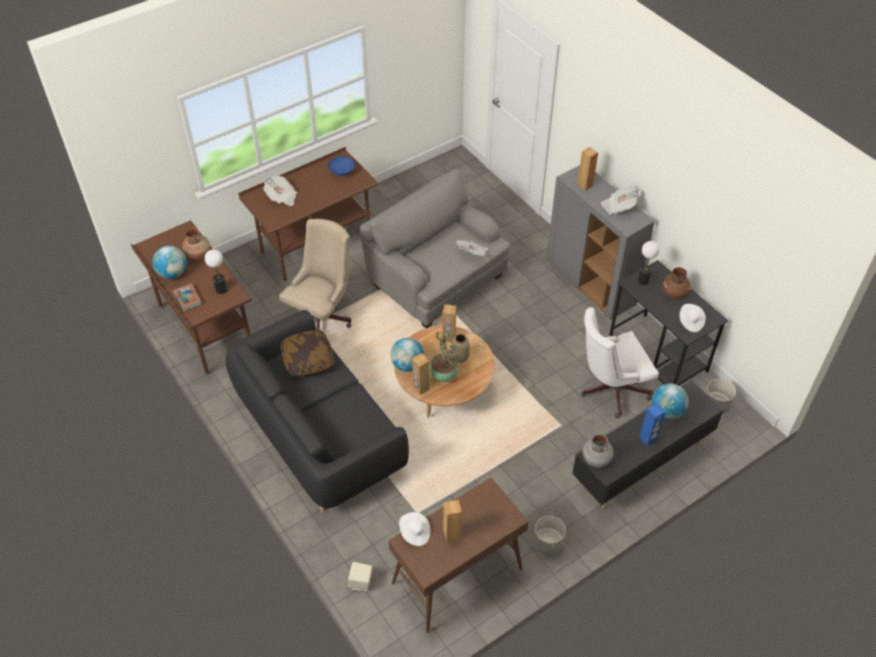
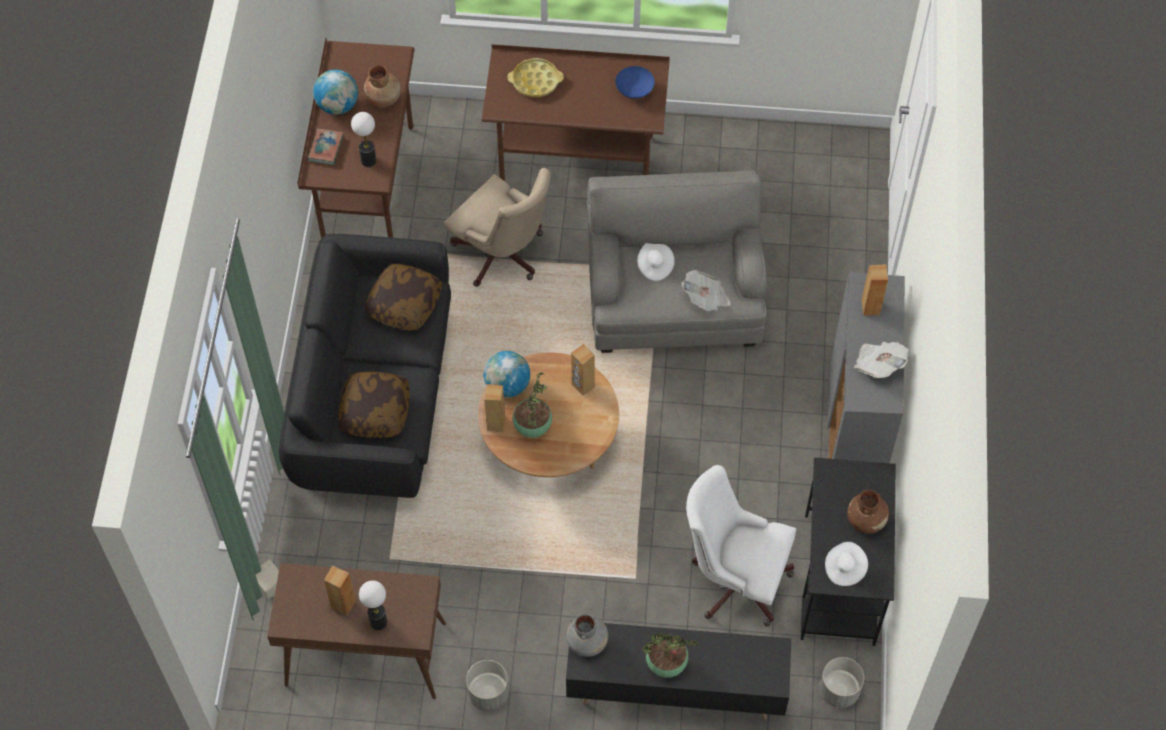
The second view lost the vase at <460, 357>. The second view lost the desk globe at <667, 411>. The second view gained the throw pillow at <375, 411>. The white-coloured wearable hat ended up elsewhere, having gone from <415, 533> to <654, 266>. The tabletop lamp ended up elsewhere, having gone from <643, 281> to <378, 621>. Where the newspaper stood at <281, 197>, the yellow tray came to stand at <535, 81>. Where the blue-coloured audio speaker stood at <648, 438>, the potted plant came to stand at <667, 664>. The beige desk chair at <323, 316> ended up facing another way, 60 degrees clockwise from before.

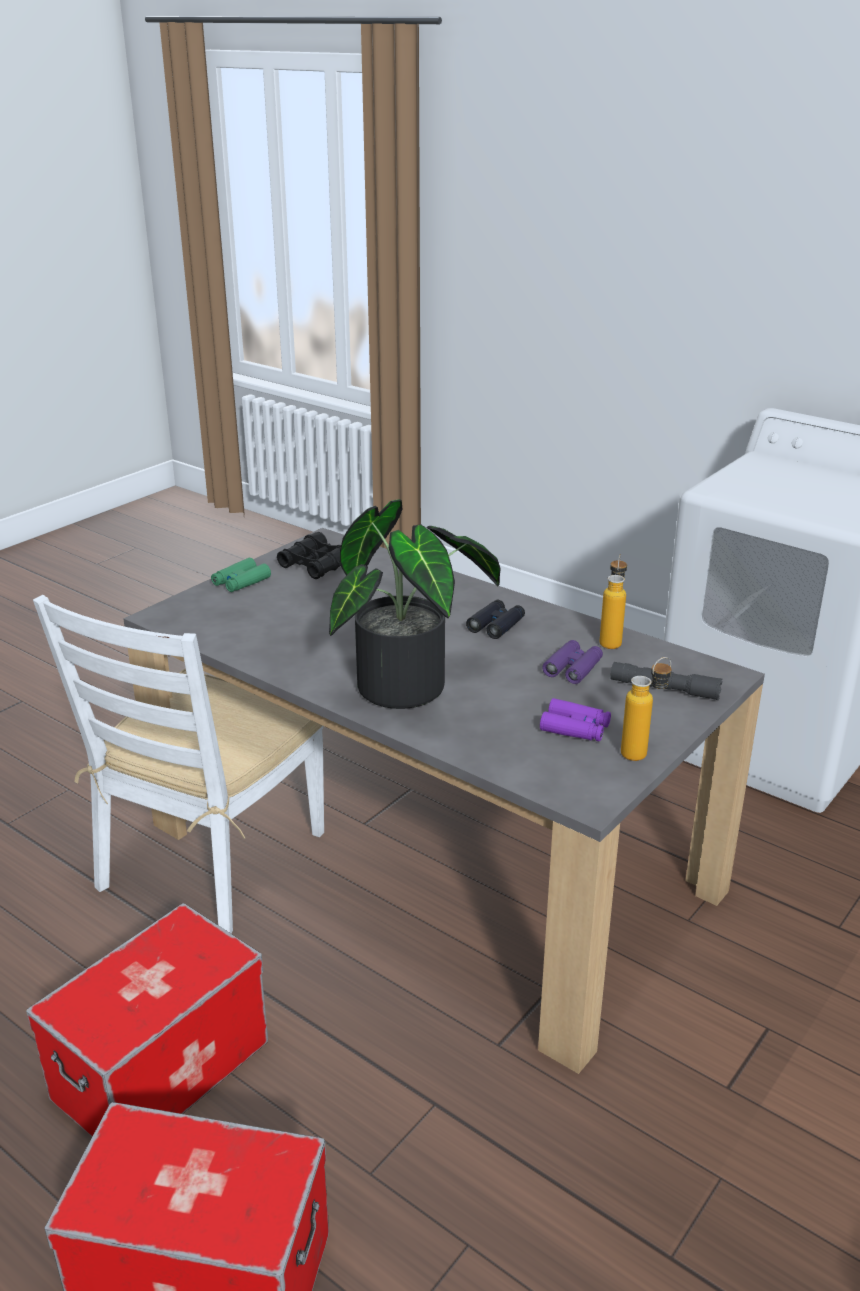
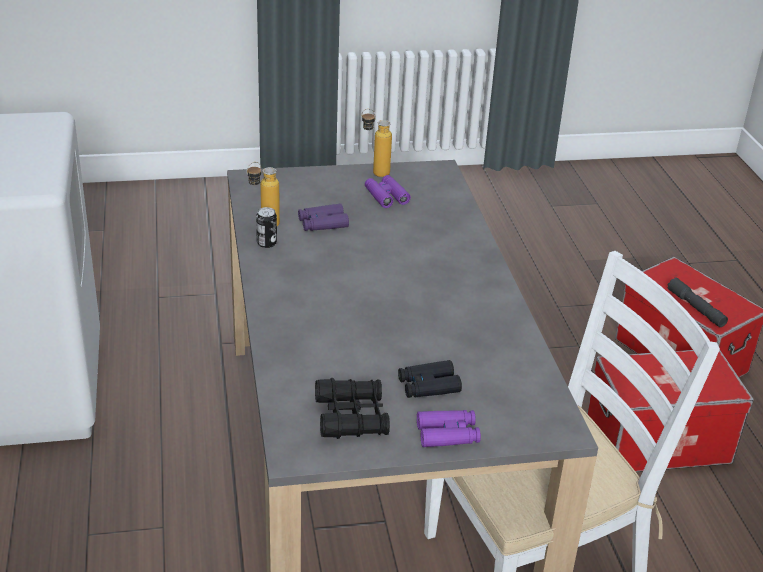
The second view lost the potted plant at <412, 688>. The second view gained the can at <266, 243>. The black-coloured binoculars ended up elsewhere, having gone from <496, 625> to <428, 386>. The gray hand torch ended up elsewhere, having gone from <664, 689> to <696, 308>. What was the greenish binoculars at <241, 582> turned into the purplish binoculars at <447, 434>.

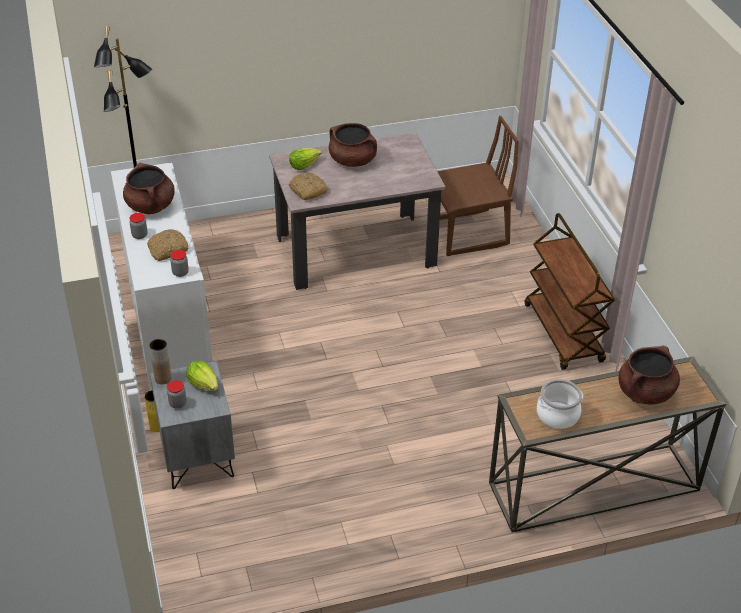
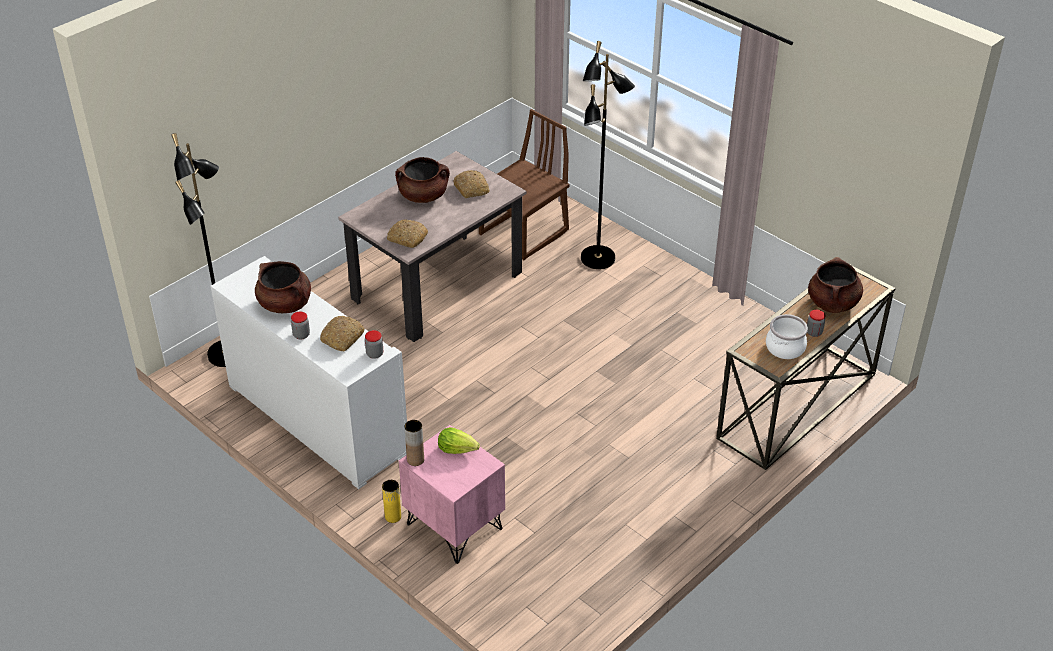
The second view lost the head of lettuce at <303, 165>. The second view lost the brown trolley at <564, 334>. The second view gained the bakery bread at <472, 189>. The second view gained the black-coloured standard lamp at <598, 259>. The jar ended up elsewhere, having gone from <178, 403> to <814, 332>. What was the gray night table at <196, 457> turned into the pinkish night table at <453, 527>.

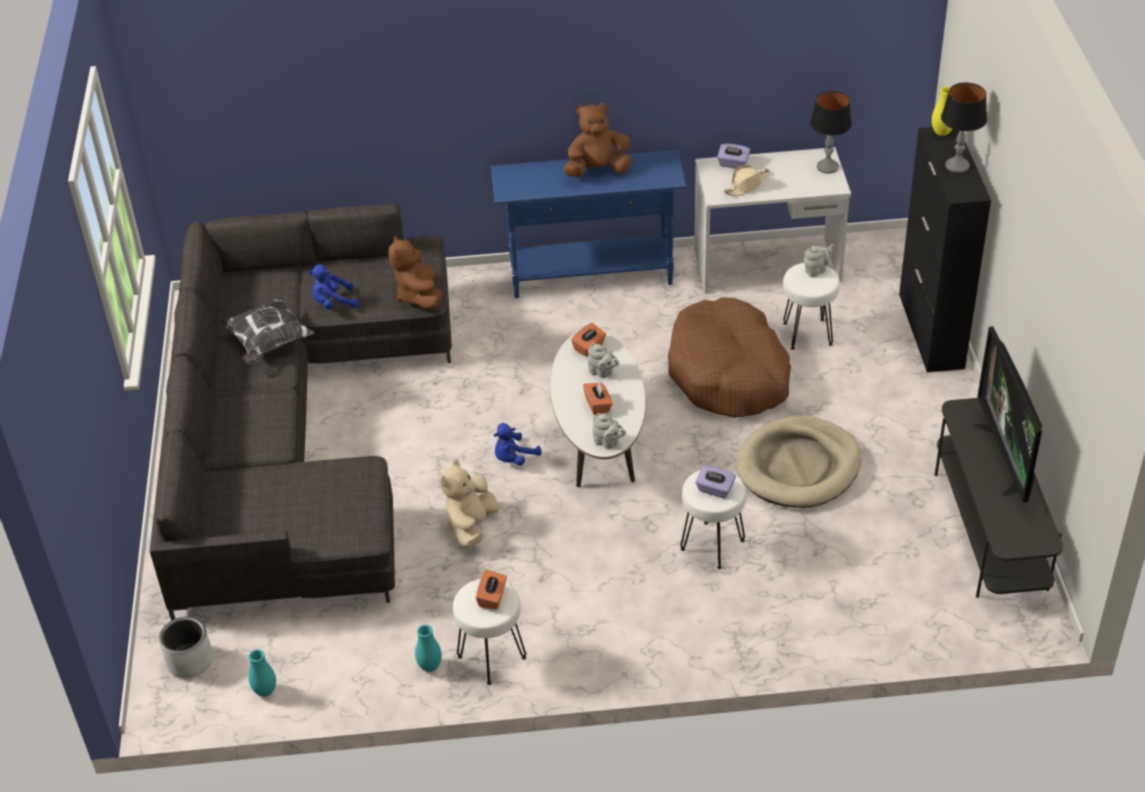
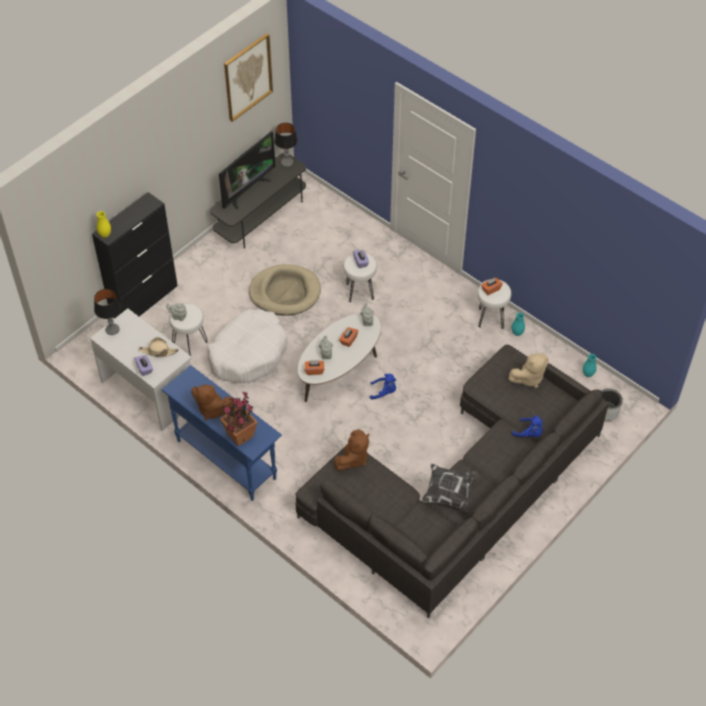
The second view gained the potted plant at <240, 435>. The second view gained the picture at <247, 77>. The blue-coloured plush toy ended up elsewhere, having gone from <333, 303> to <529, 433>. The beige plush toy ended up elsewhere, having gone from <471, 526> to <529, 378>. The tabletop lamp ended up elsewhere, having gone from <957, 166> to <287, 162>. What was the brown dog cushion at <729, 374> turned into the white-coloured dog cushion at <248, 353>.

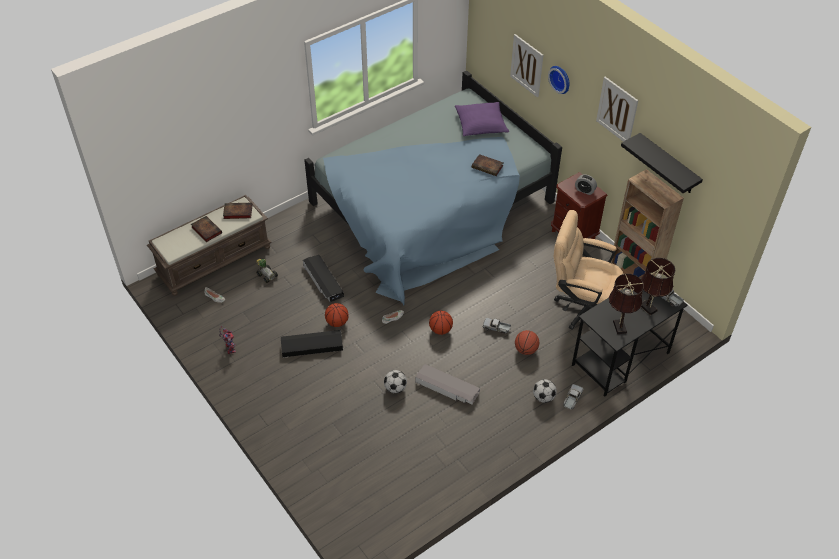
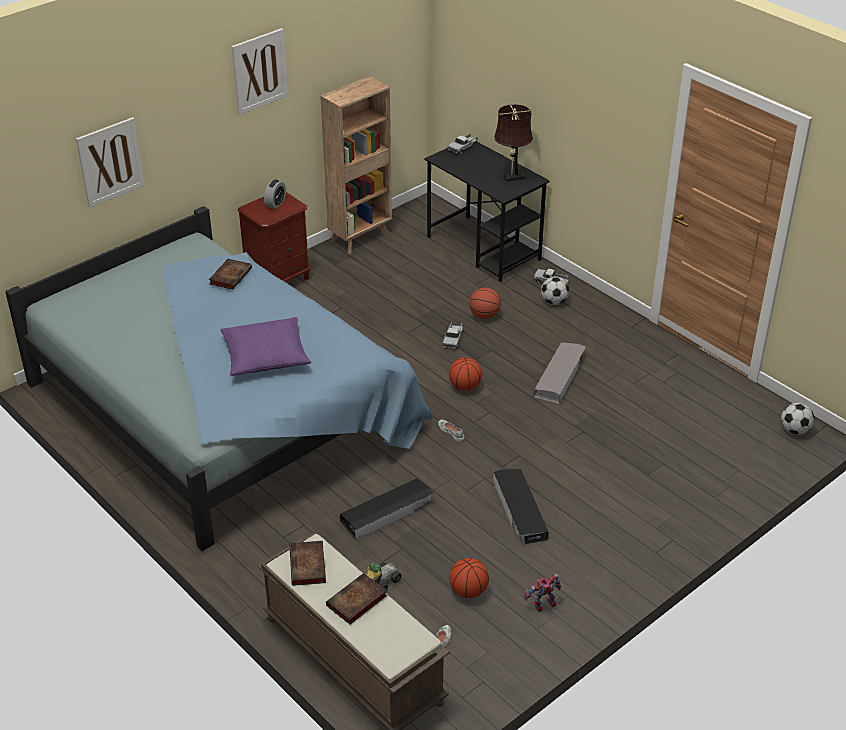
The second view lost the hanging clock at <561, 78>. The second view lost the beige desk chair at <581, 306>. The second view lost the black-coloured wall shelf at <668, 164>. The second view lost the brown tabletop lamp at <649, 309>. The basketball ball ended up elsewhere, having gone from <337, 322> to <468, 591>. The ball for football ended up elsewhere, having gone from <395, 388> to <794, 430>. The purplish throw pillow ended up elsewhere, having gone from <481, 124> to <265, 355>.

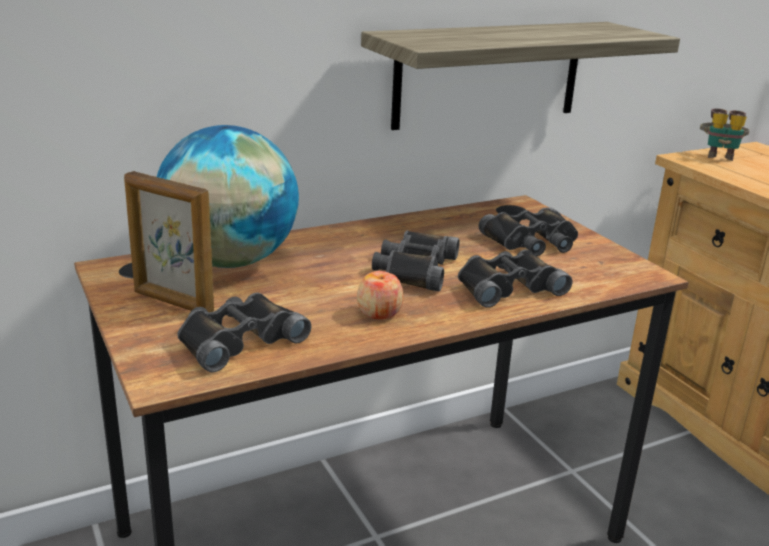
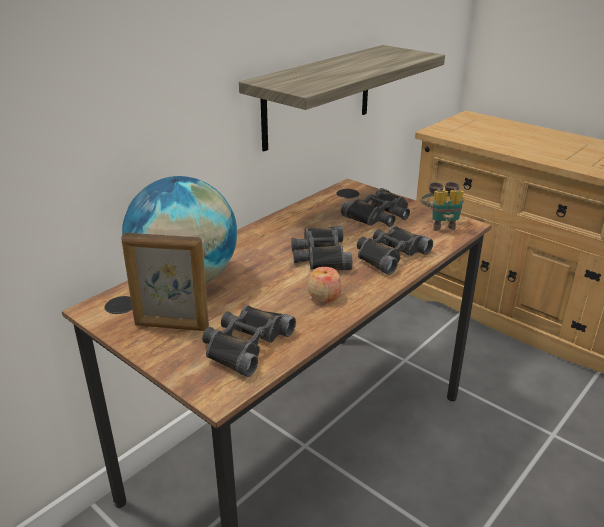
The binoculars ended up elsewhere, having gone from <719, 155> to <441, 224>.

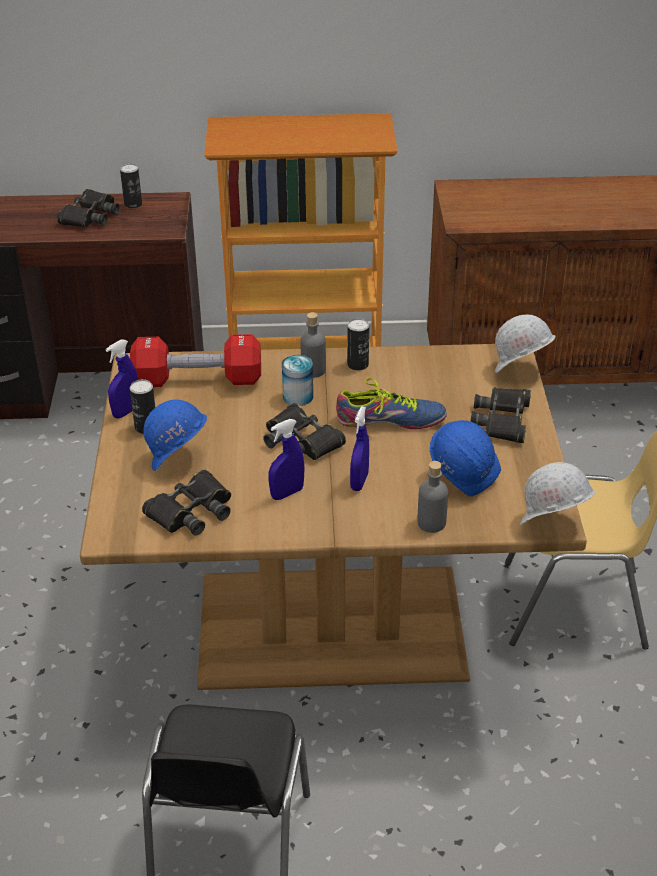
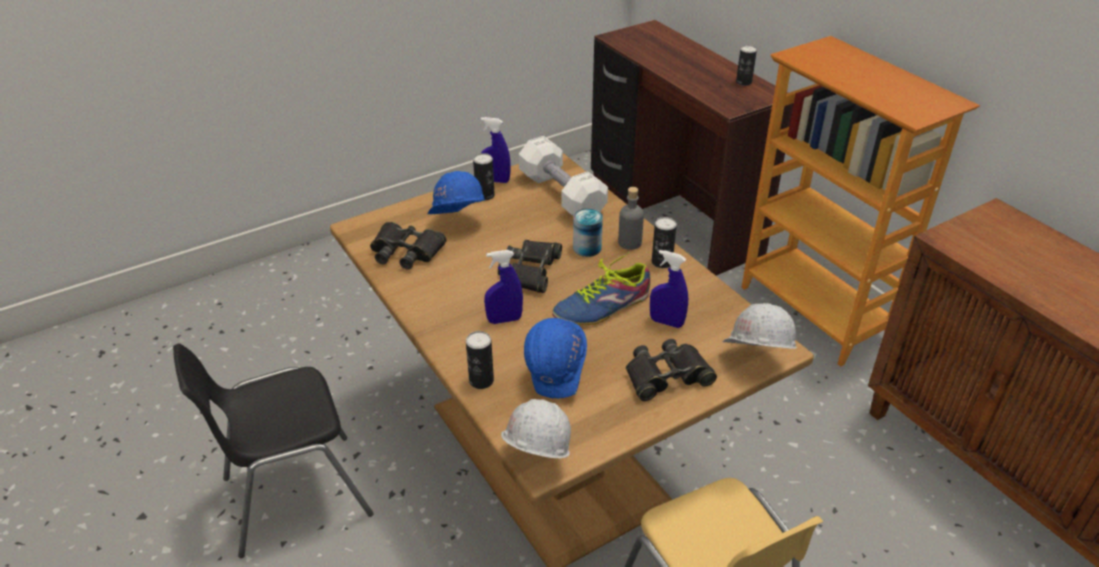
The second view lost the black-coloured binoculars at <90, 215>. The blue-coloured hand sprayer ended up elsewhere, having gone from <287, 493> to <666, 322>. Where the gray drink bottle stood at <431, 523>, the can came to stand at <481, 380>. What was the red free weight at <198, 380> turned into the white-coloured free weight at <562, 195>. The shoe at <390, 419> ended up facing another way, 90 degrees clockwise from before.

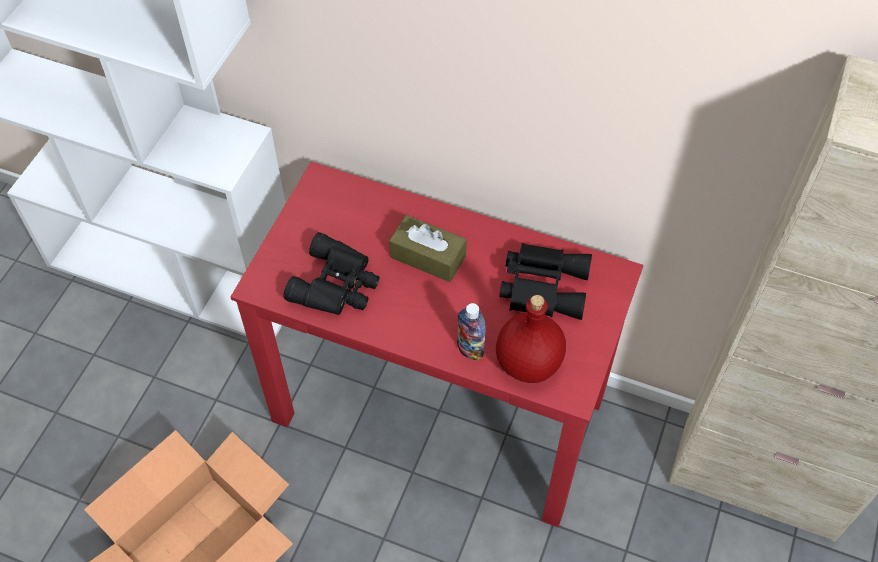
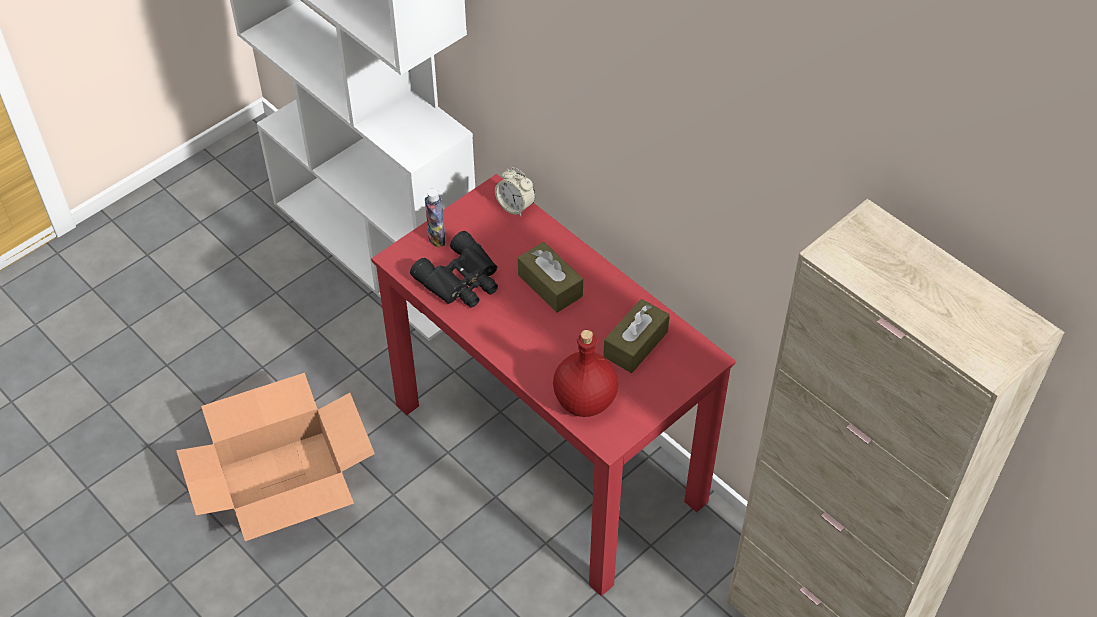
The second view gained the table clock at <515, 206>. The drink bottle ended up elsewhere, having gone from <470, 350> to <437, 238>. Where the black-coloured binoculars stood at <543, 285>, the brown tissue holder came to stand at <635, 344>.

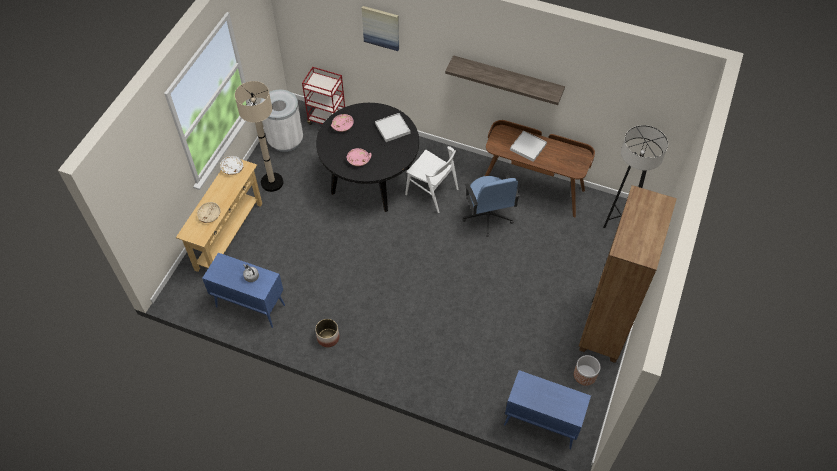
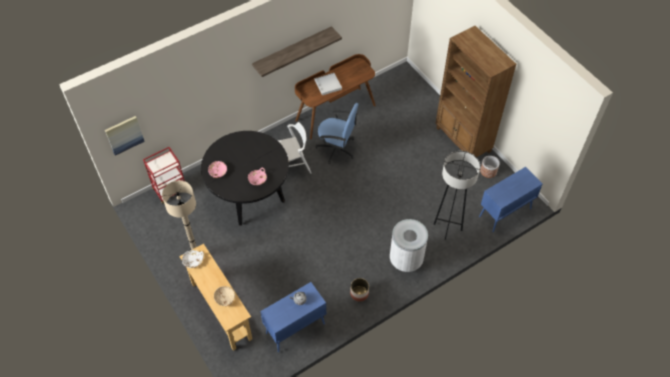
The second view lost the white-coloured tray at <392, 128>. The white-coloured trash can ended up elsewhere, having gone from <285, 140> to <406, 260>. The picture ended up elsewhere, having gone from <381, 27> to <124, 135>. The gray standard lamp ended up elsewhere, having gone from <618, 223> to <447, 227>.

